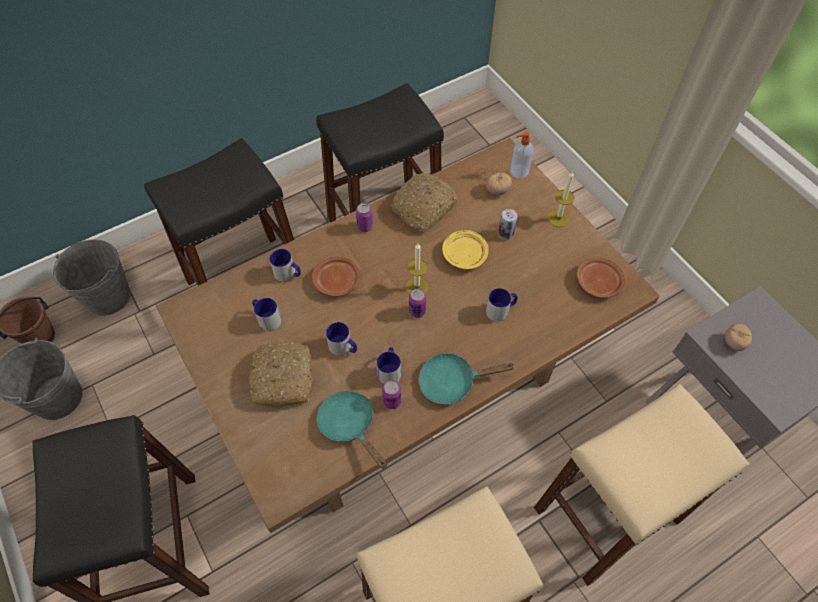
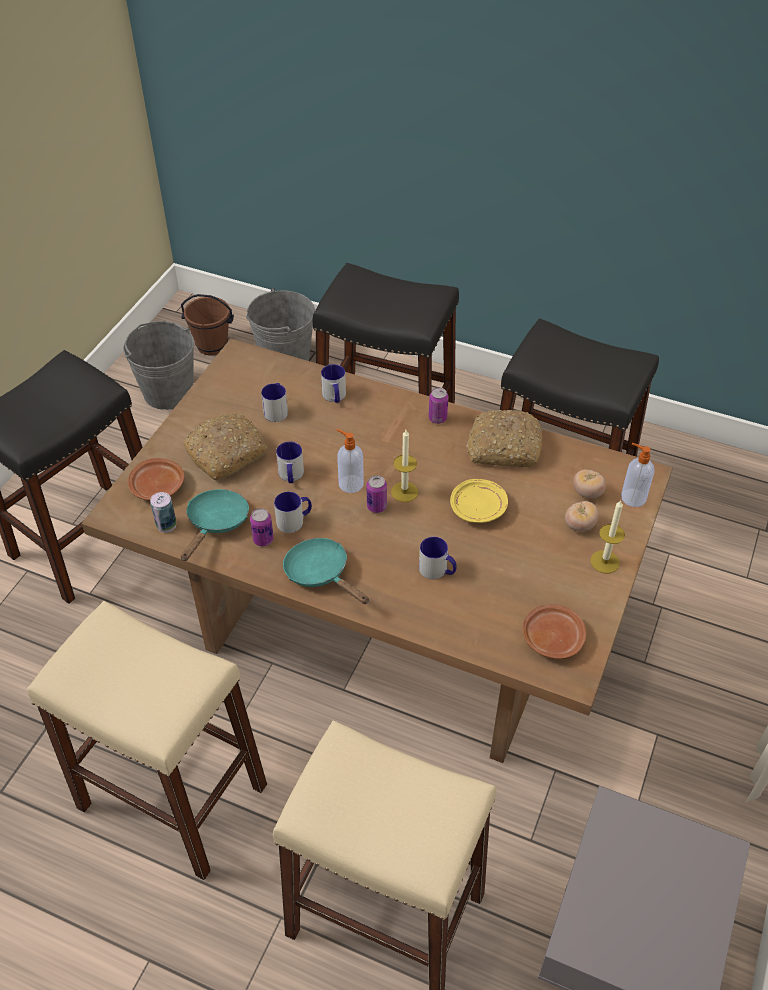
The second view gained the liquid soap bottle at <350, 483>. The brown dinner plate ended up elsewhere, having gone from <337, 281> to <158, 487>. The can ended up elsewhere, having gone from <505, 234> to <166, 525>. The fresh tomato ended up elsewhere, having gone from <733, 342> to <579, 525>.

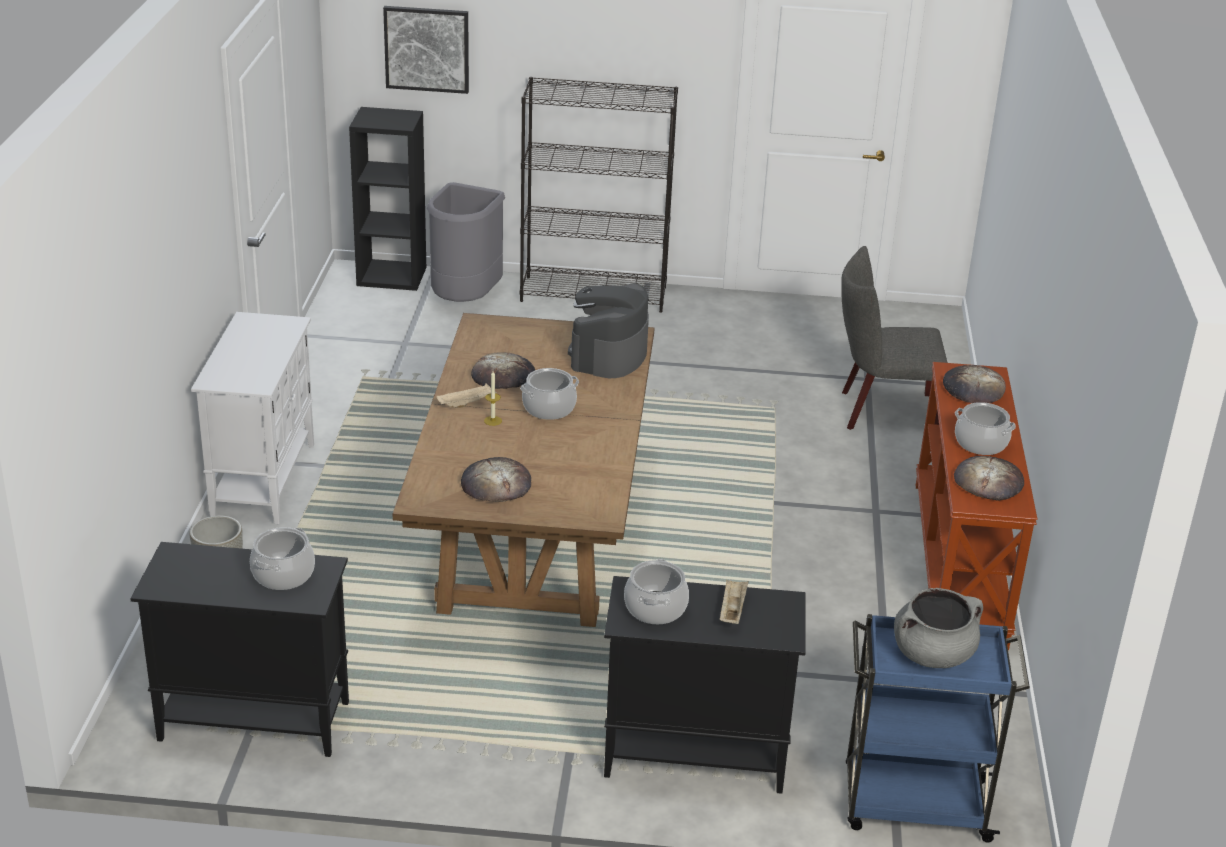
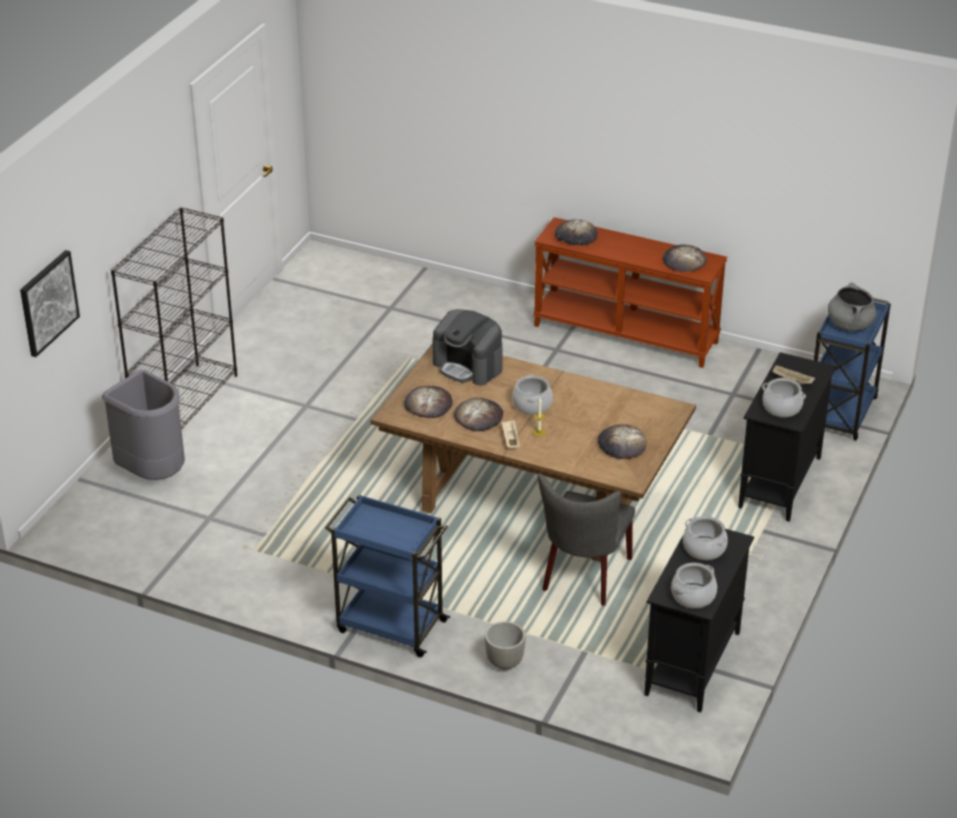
The second view lost the black-coloured bookcase at <392, 276>. The second view gained the bakery bread at <428, 404>. The gray upright chair ended up elsewhere, having gone from <881, 412> to <584, 577>. The cooking pot ended up elsewhere, having gone from <980, 443> to <693, 596>. Where the white-coloured cupboard stood at <263, 479>, the blue-coloured trolley came to stand at <389, 625>.

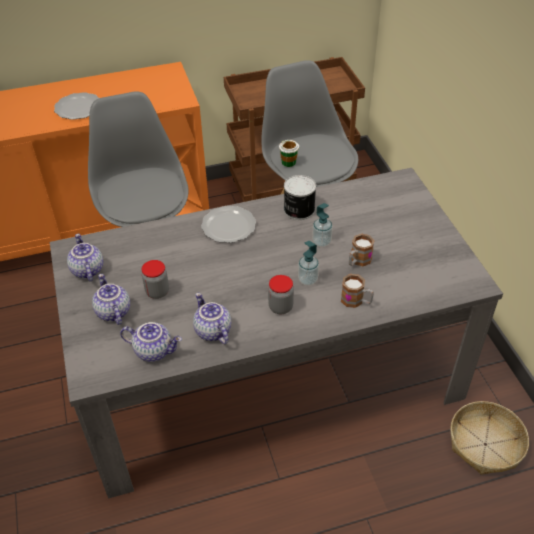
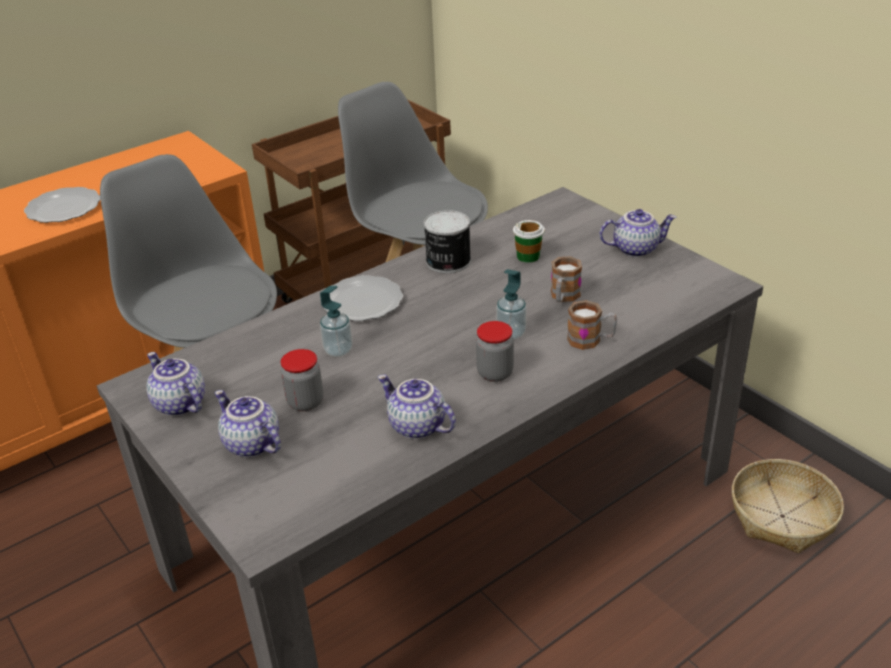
The pot for tea ended up elsewhere, having gone from <154, 350> to <635, 249>. The cup ended up elsewhere, having gone from <288, 162> to <528, 256>. The liquid soap bottle ended up elsewhere, having gone from <321, 242> to <338, 350>.

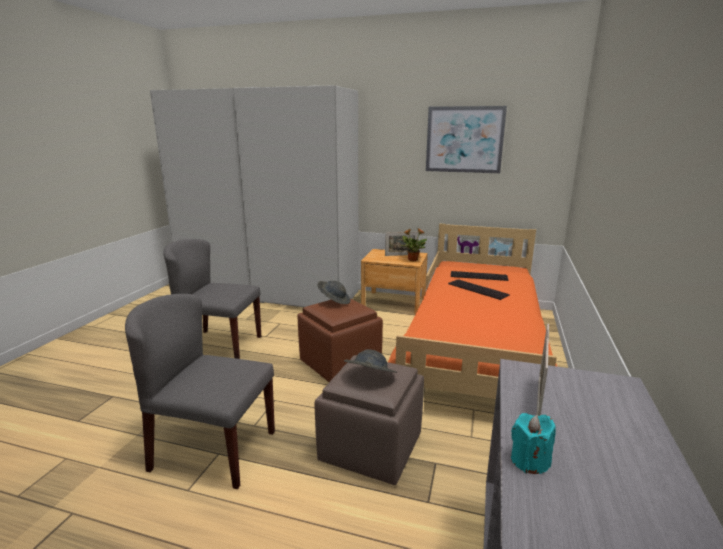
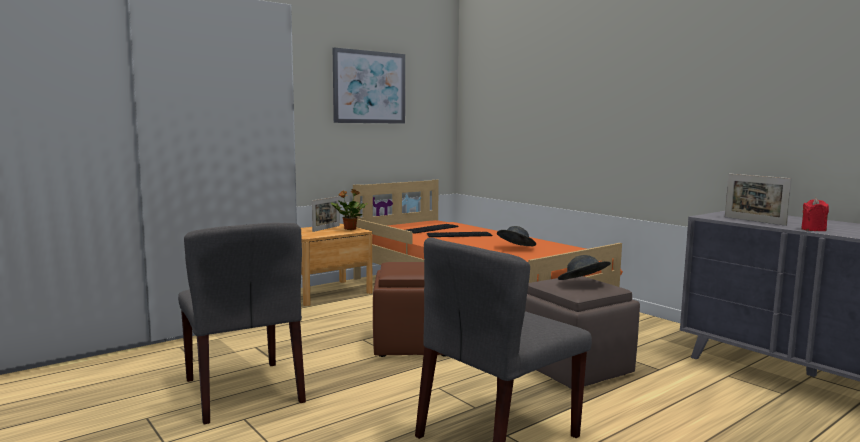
The gray wearable hat ended up elsewhere, having gone from <334, 301> to <515, 248>. What was the turquoise-coloured wax candle at <529, 461> turned into the red wax candle at <813, 229>. The gray upright chair at <219, 346> ended up facing another way, 75 degrees counterclockwise from before.

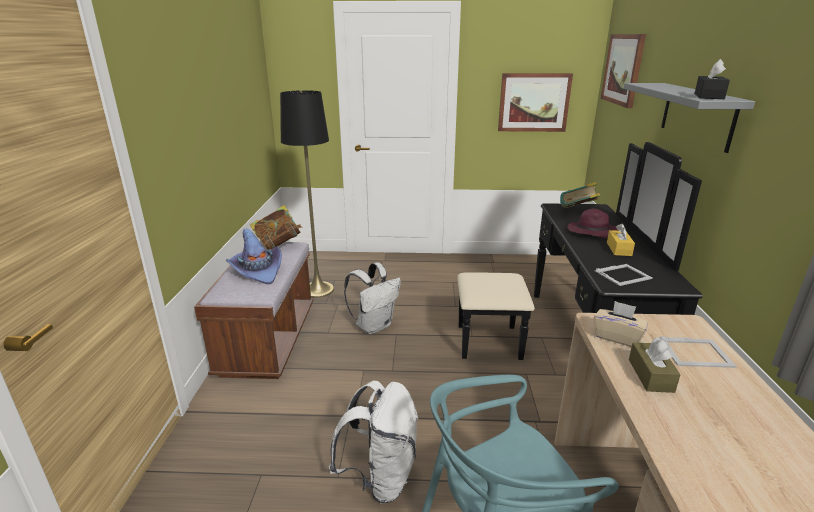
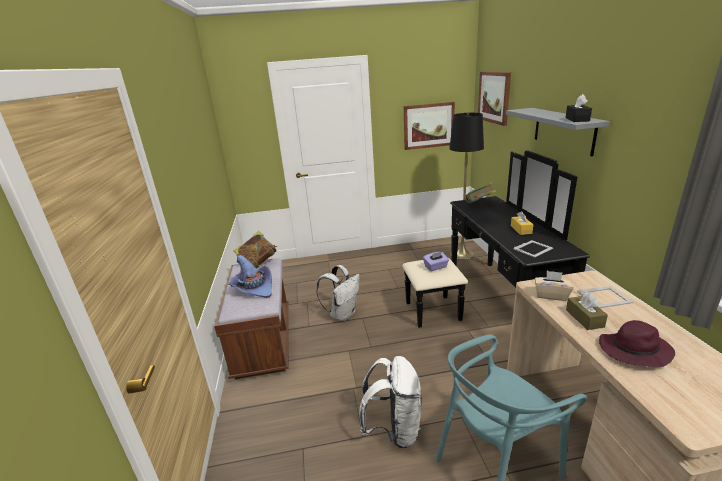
The second view gained the purplish tissue holder at <436, 267>. The black-coloured standard lamp ended up elsewhere, having gone from <318, 290> to <461, 254>. The purplish wearable hat ended up elsewhere, having gone from <591, 232> to <633, 351>.

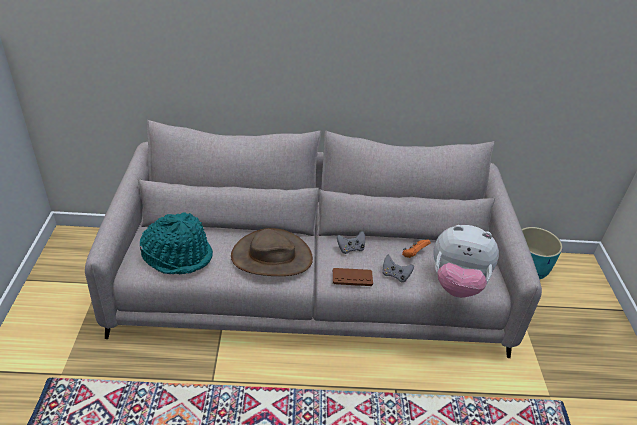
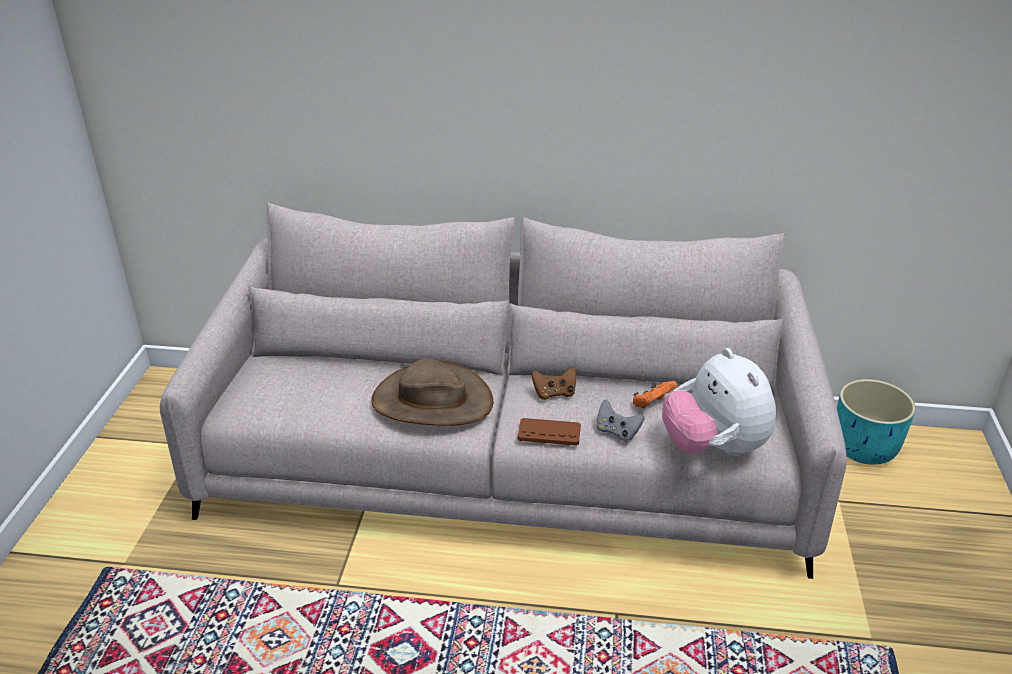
The second view lost the turquoise-coloured wearable hat at <178, 255>. What was the gray gamepad at <351, 248> turned into the brown gamepad at <554, 393>. The plush toy at <457, 283> ended up facing another way, 45 degrees clockwise from before.

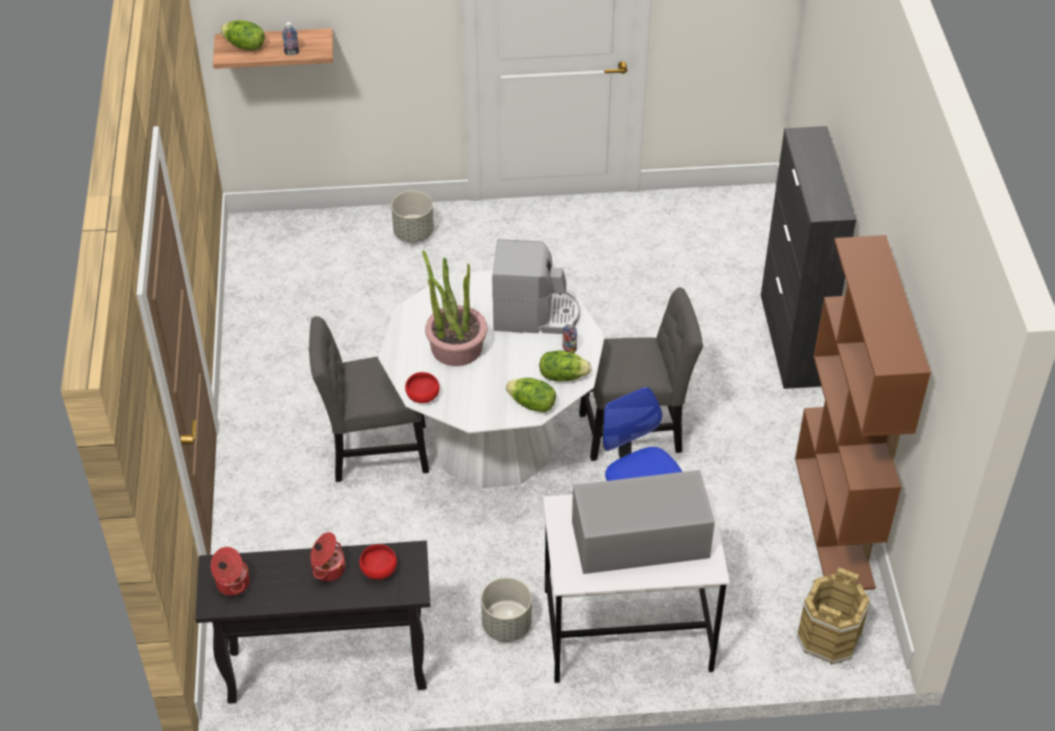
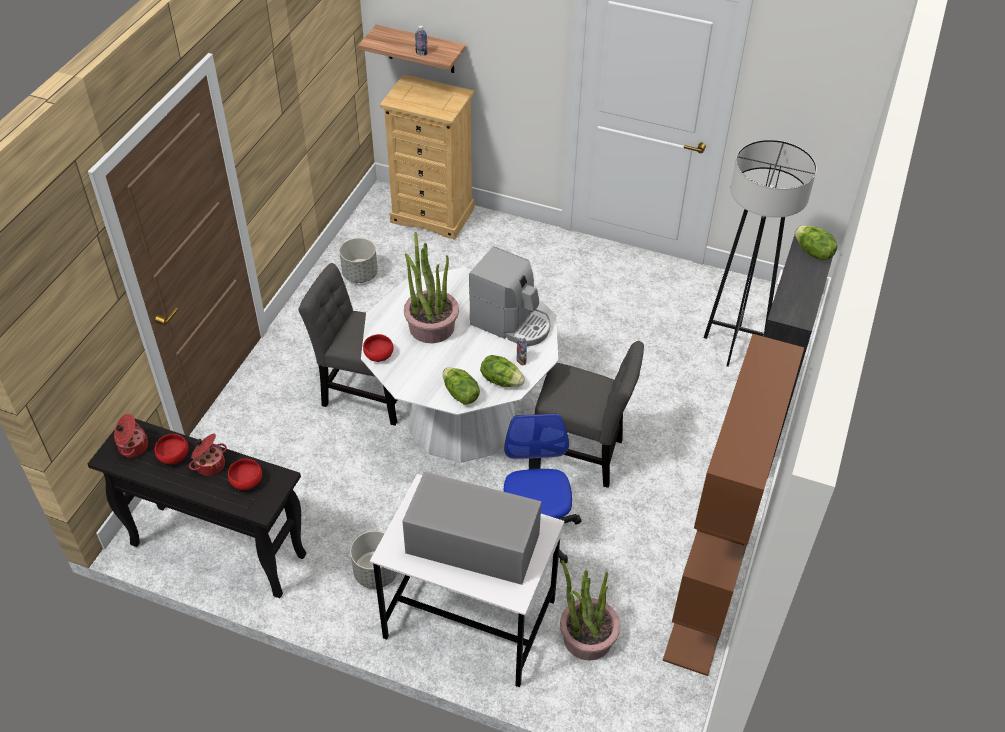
The second view lost the brown pail at <828, 637>. The second view gained the red deep dish at <173, 456>. The second view gained the beige drawer chest at <433, 215>. The second view gained the potted plant at <587, 637>. The second view gained the gray standard lamp at <733, 345>. The head of lettuce ended up elsewhere, having gone from <244, 46> to <812, 252>. The gray planter ended up elsewhere, having gone from <413, 233> to <360, 275>.

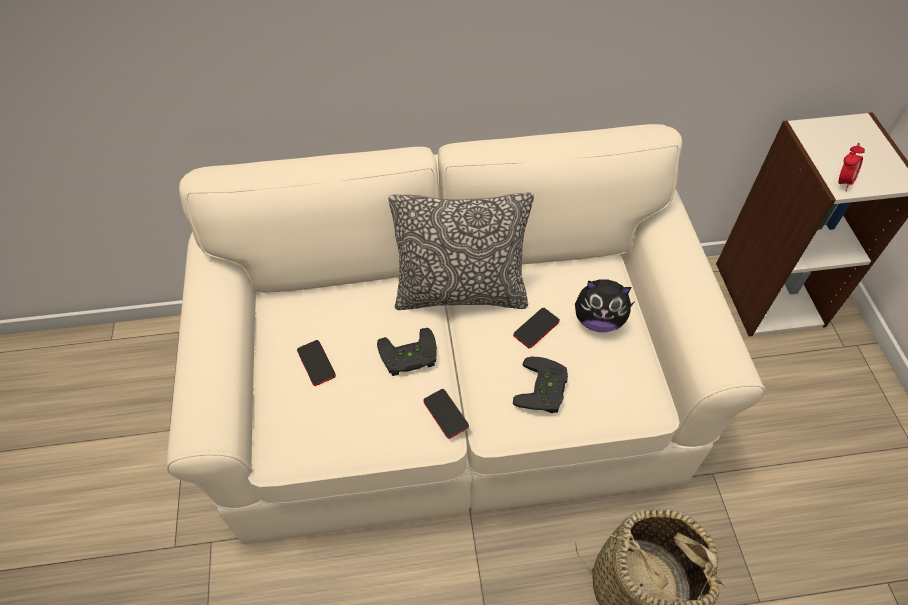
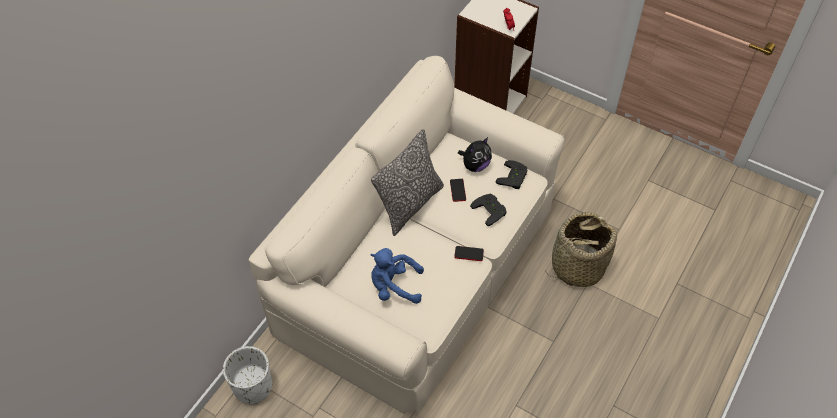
The second view gained the white-coloured planter at <253, 386>. The black-coloured gamepad ended up elsewhere, having gone from <409, 357> to <514, 177>. Where the phone stood at <316, 363>, the blue-coloured plush toy came to stand at <394, 286>.

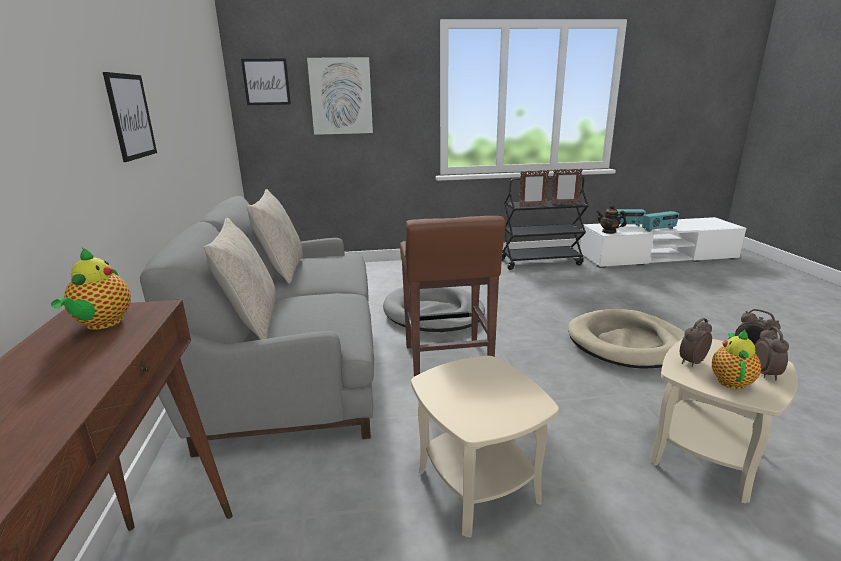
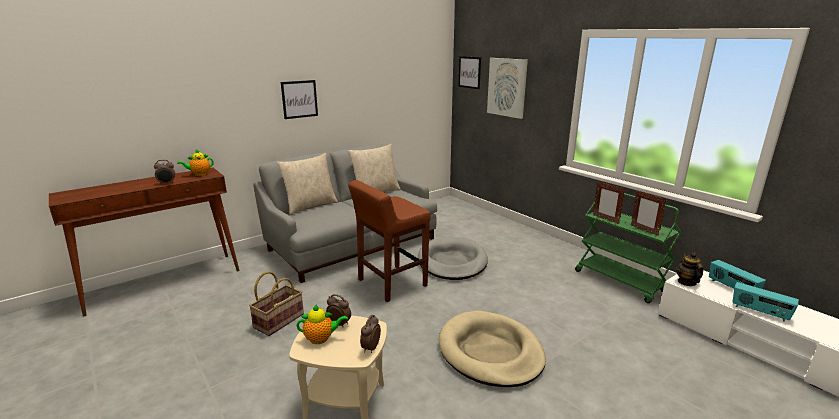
The table clock ended up elsewhere, having gone from <765, 374> to <167, 183>. Where the beige side table stood at <477, 485>, the household basket came to stand at <278, 320>. What was the black-coloured trolley at <540, 262> turned into the greenish trolley at <620, 281>.

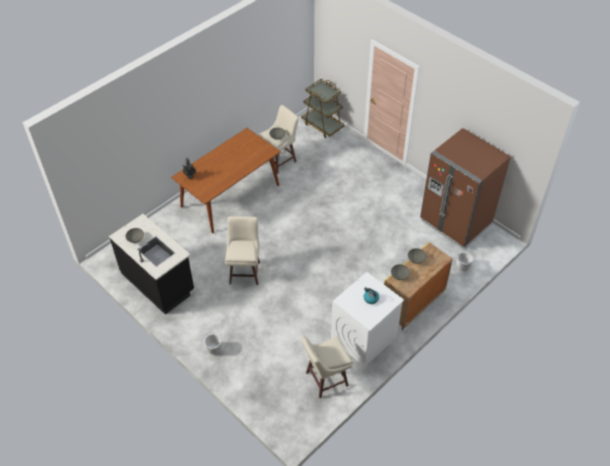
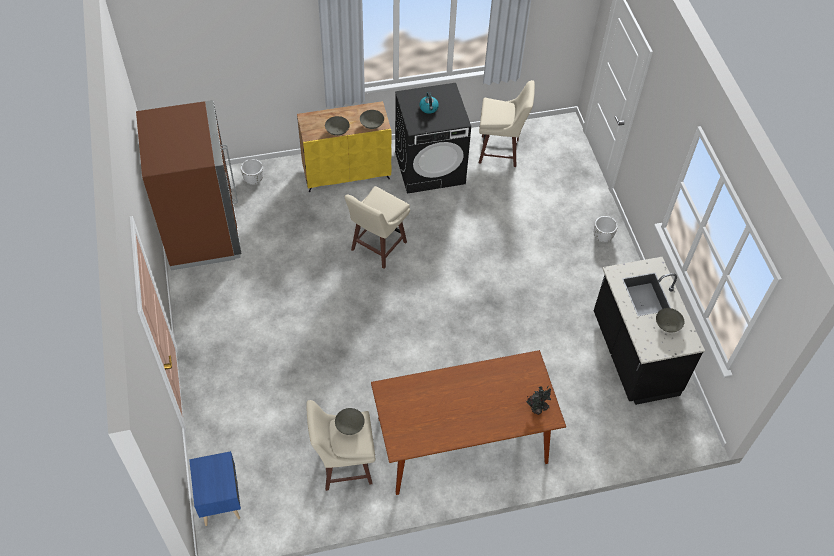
The beige sitting stool ended up elsewhere, having gone from <245, 272> to <377, 247>. Where the brown trolley stood at <322, 125>, the blue-coloured night table came to stand at <221, 499>. What was the white-coloured laundry machine at <363, 338> turned into the black-coloured laundry machine at <430, 167>.

